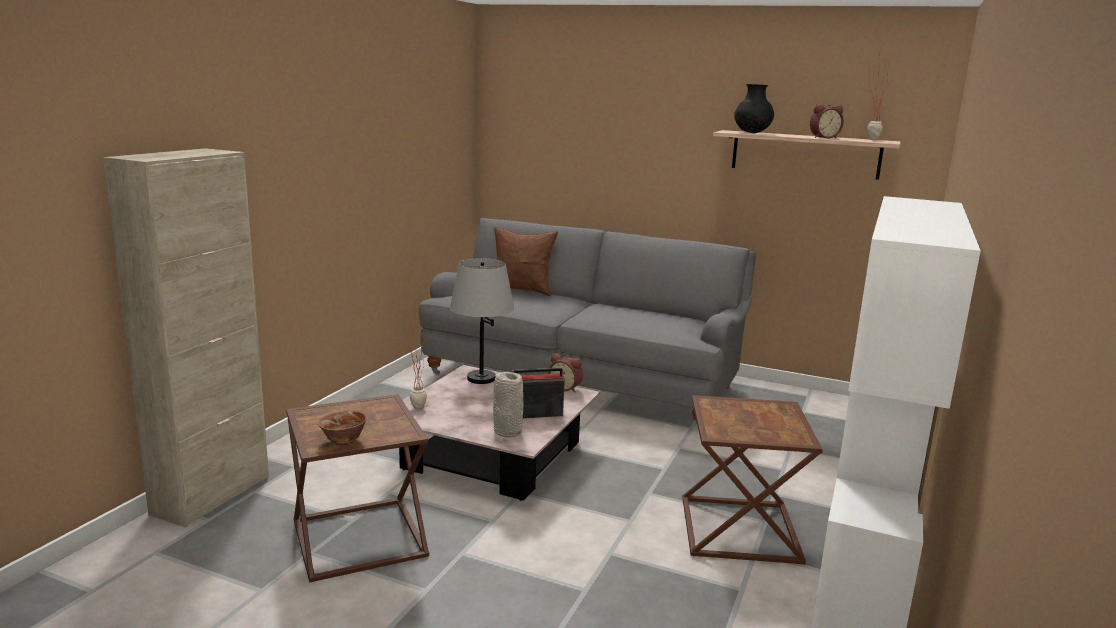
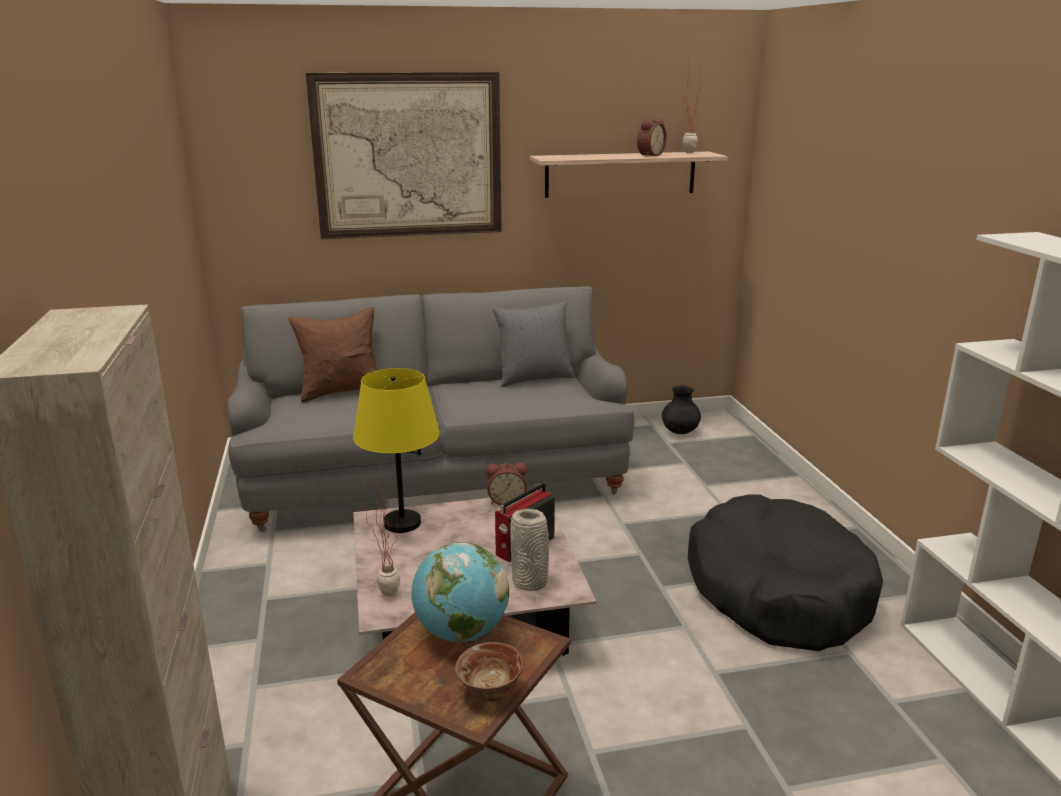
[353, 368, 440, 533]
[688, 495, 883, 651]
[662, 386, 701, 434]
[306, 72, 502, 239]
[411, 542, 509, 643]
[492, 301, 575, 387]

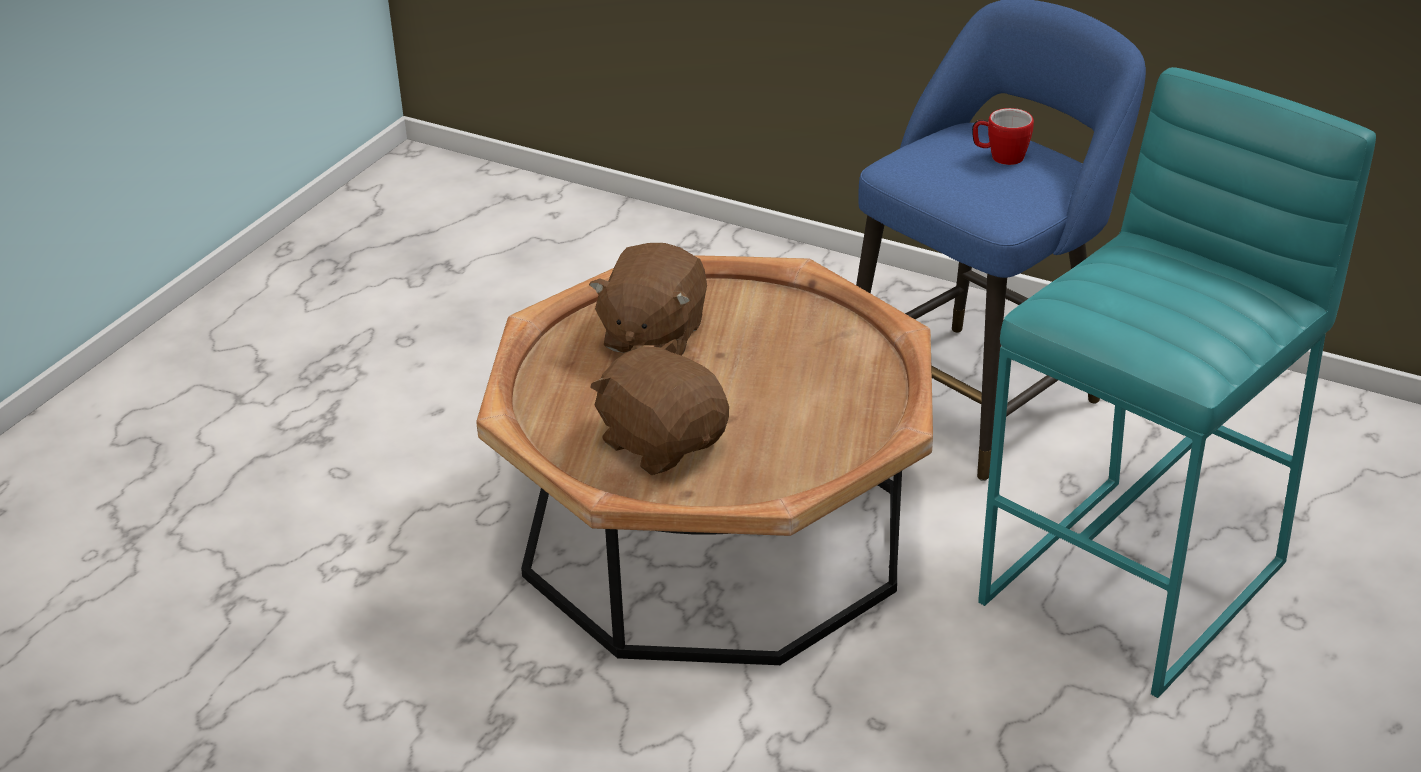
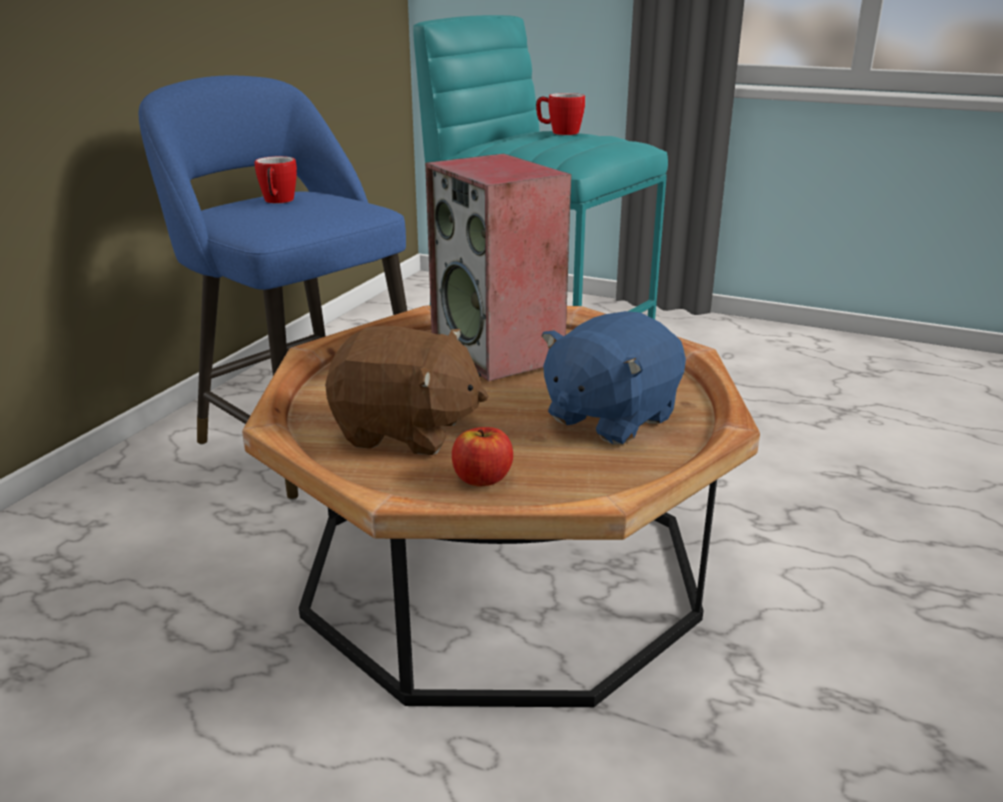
[541, 311, 686, 444]
[425, 154, 571, 381]
[452, 427, 513, 487]
[536, 93, 585, 135]

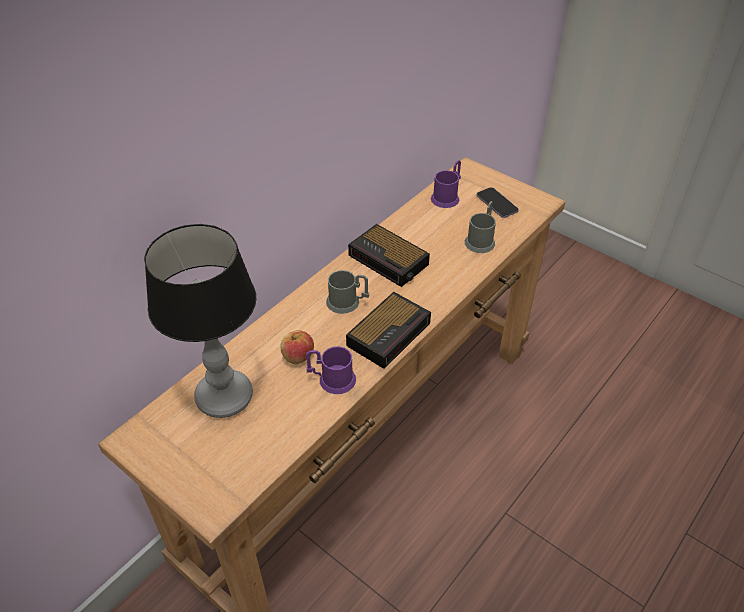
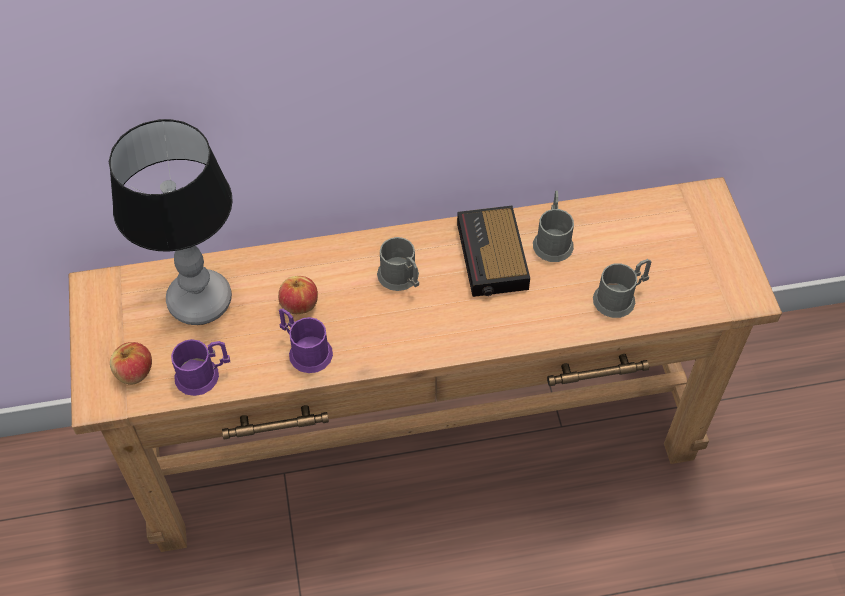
[346, 292, 431, 369] (first image)
[171, 339, 230, 396]
[476, 187, 519, 218] (first image)
[110, 342, 152, 385]
[533, 191, 574, 262]

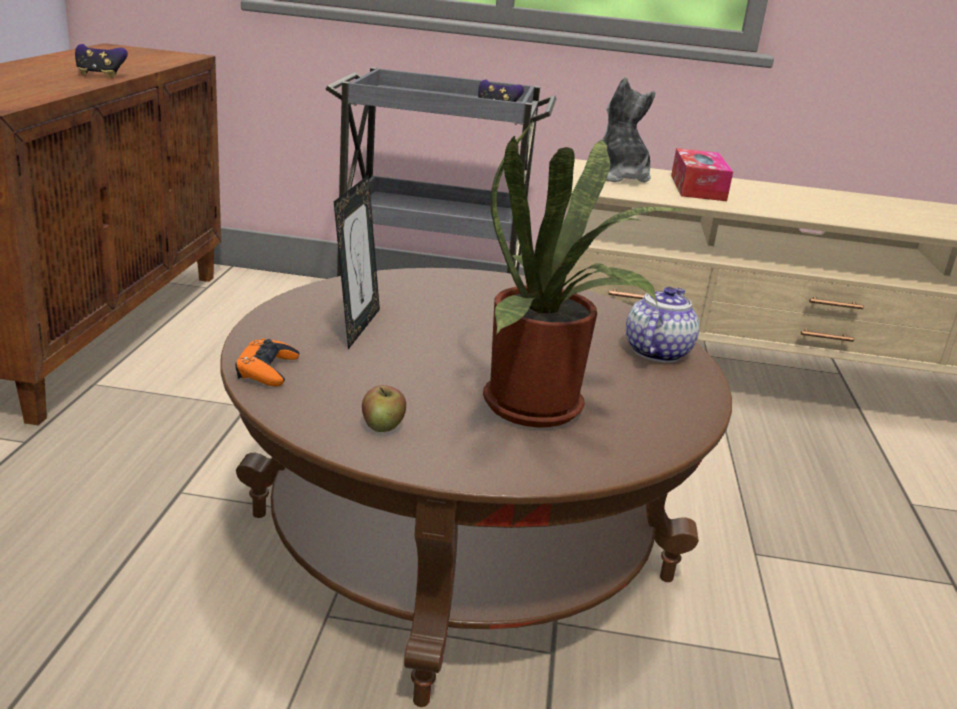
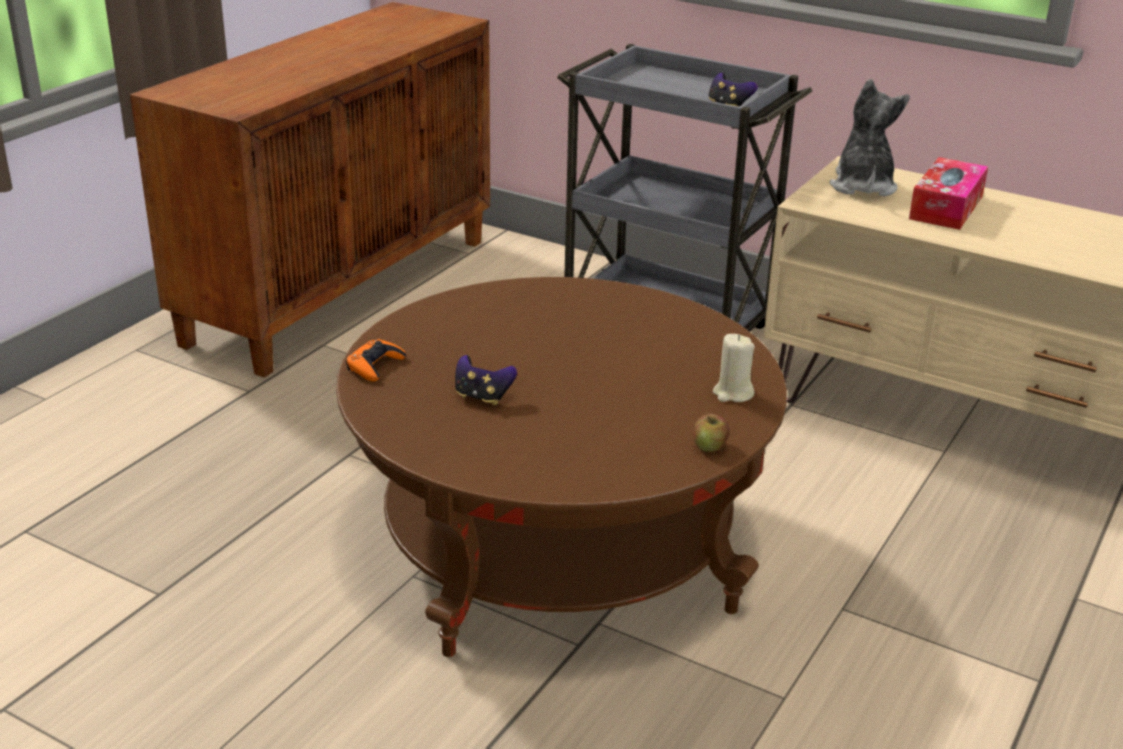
[455, 355, 517, 405]
[334, 175, 380, 349] (first image)
[694, 414, 730, 452]
[483, 121, 690, 428] (first image)
[713, 334, 755, 402]

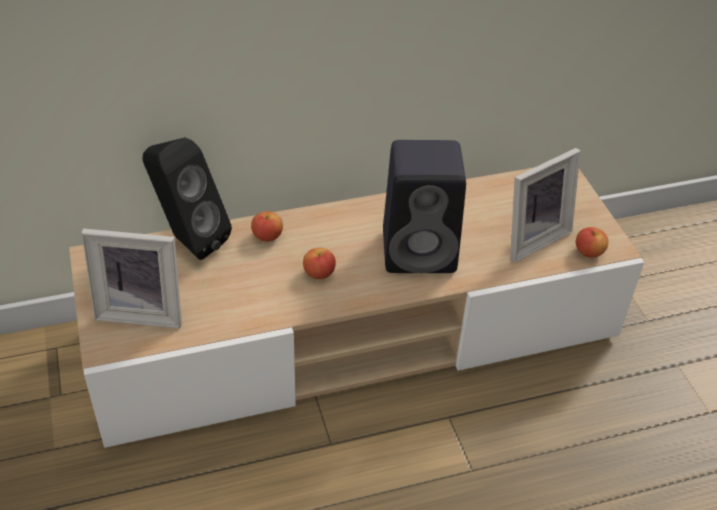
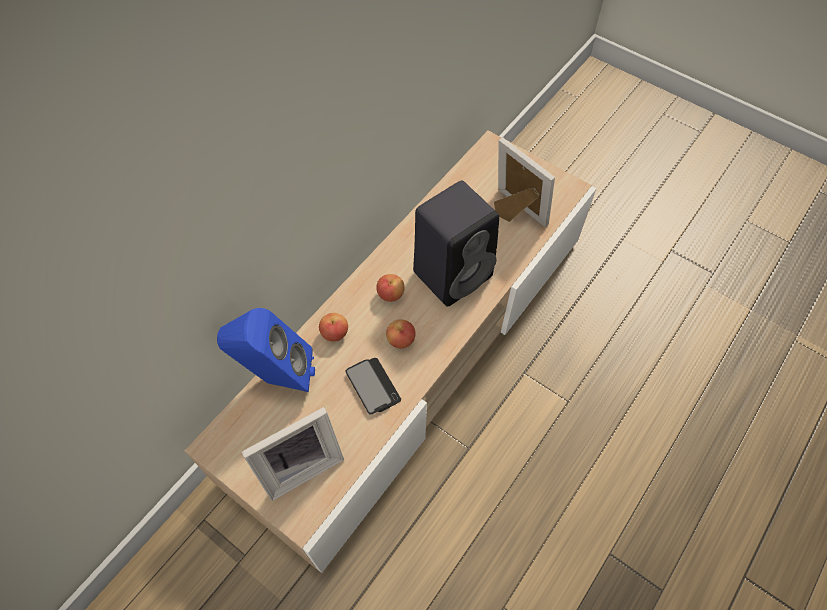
[217, 308, 315, 392]
[494, 137, 555, 228]
[376, 274, 405, 302]
[345, 358, 401, 414]

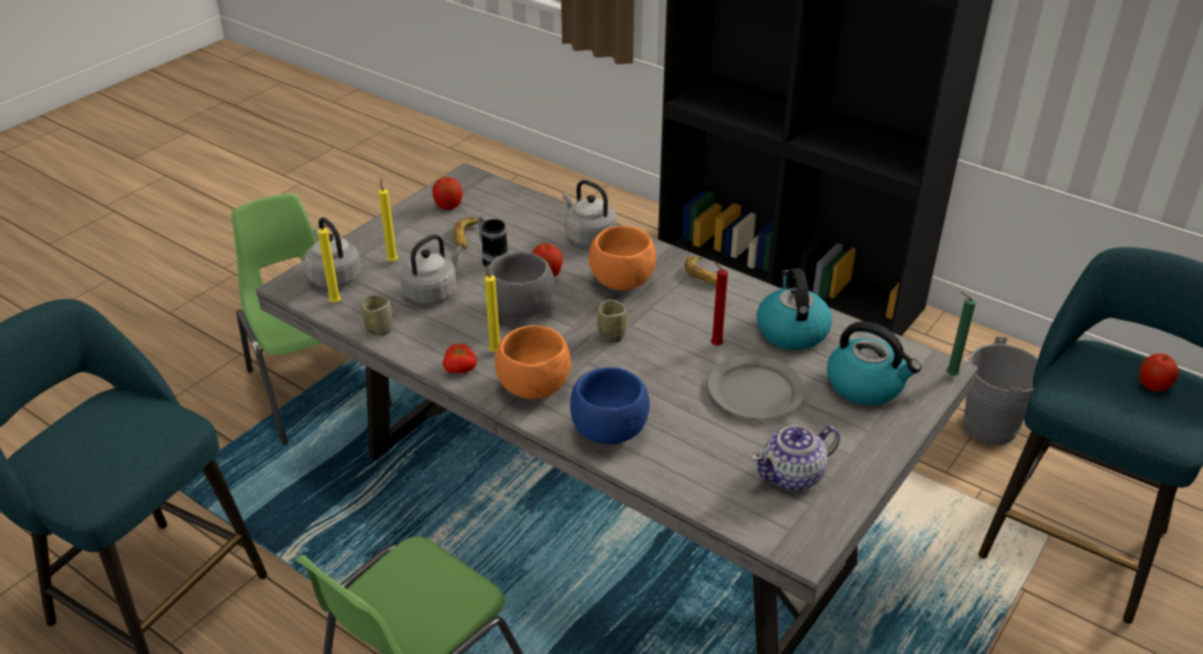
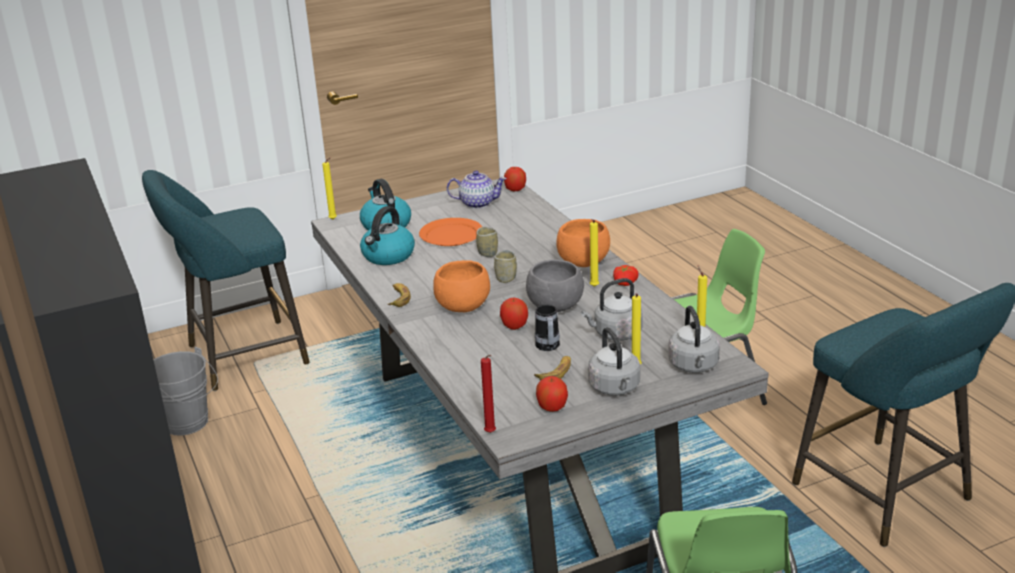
[476, 227, 498, 257]
[588, 327, 640, 396]
[570, 367, 650, 444] (first image)
[419, 218, 482, 246]
[481, 355, 496, 433]
[322, 158, 337, 219]
[504, 167, 526, 191]

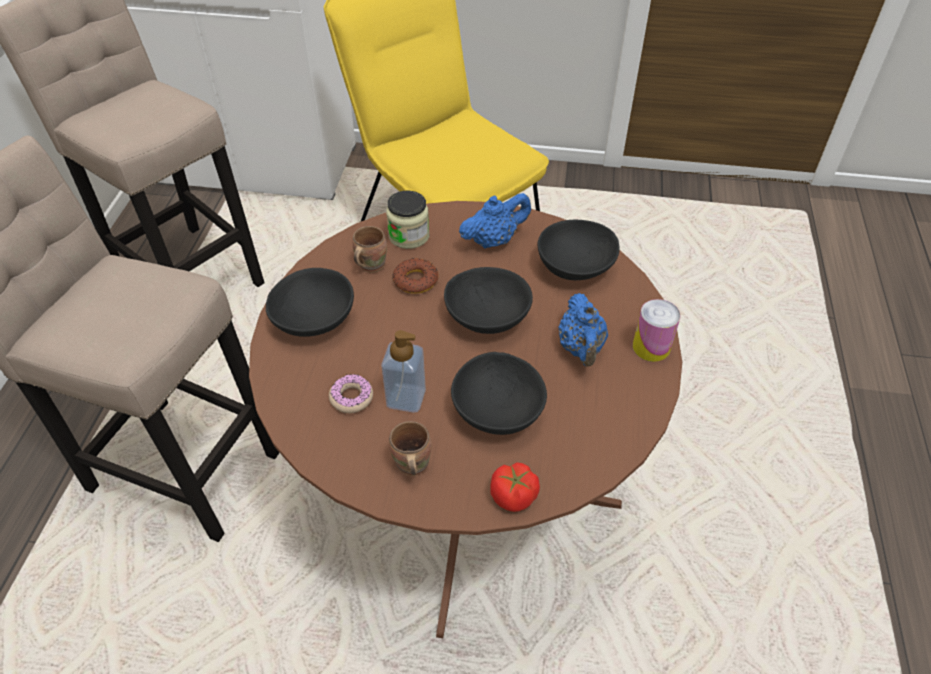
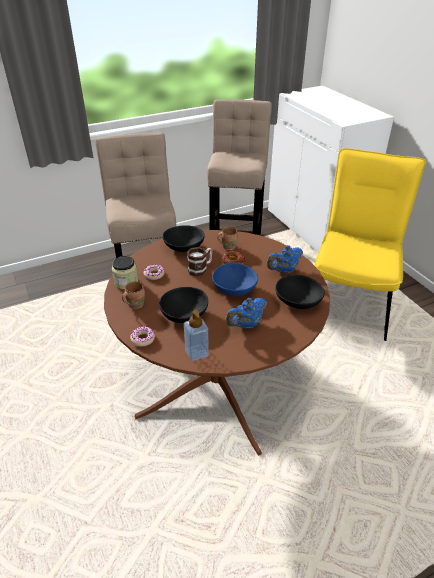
[184, 310, 209, 361]
[112, 256, 138, 289]
[212, 263, 258, 296]
[267, 245, 303, 274]
[130, 326, 155, 347]
[633, 299, 680, 362] (first image)
[187, 247, 212, 276]

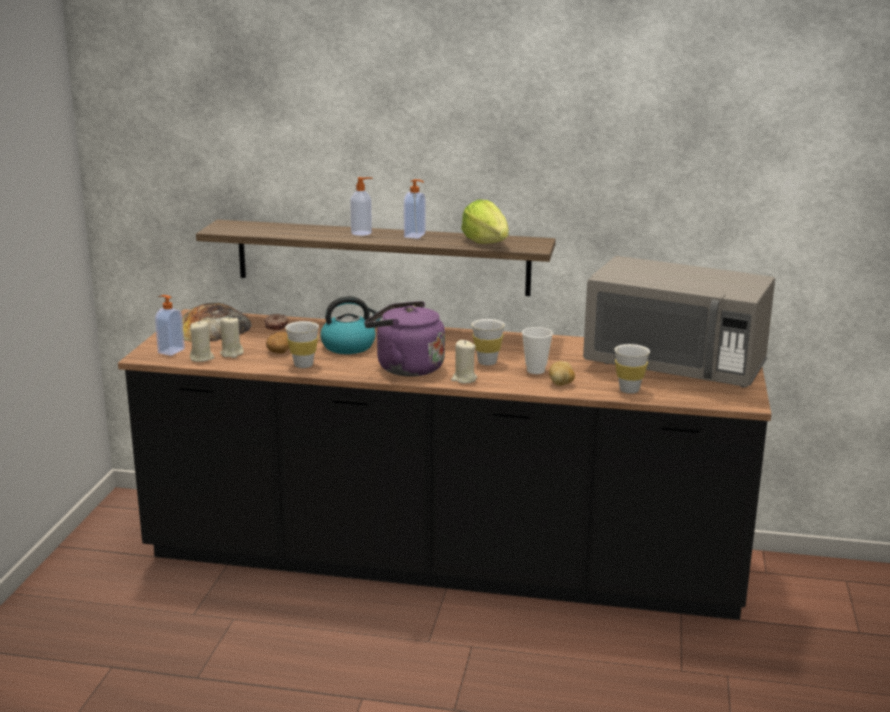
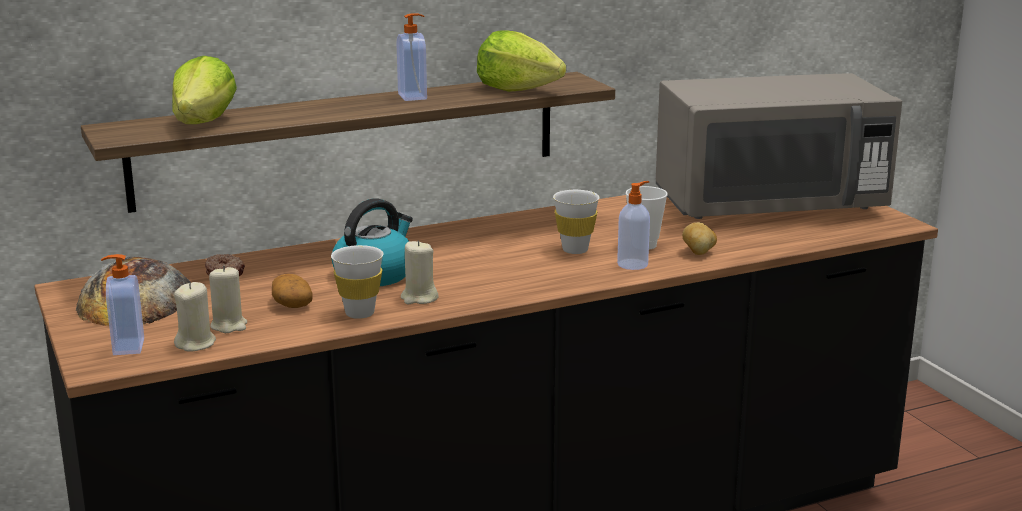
[617, 181, 650, 270]
[364, 301, 445, 376] (first image)
[401, 240, 439, 304]
[614, 344, 650, 394] (first image)
[172, 56, 237, 124]

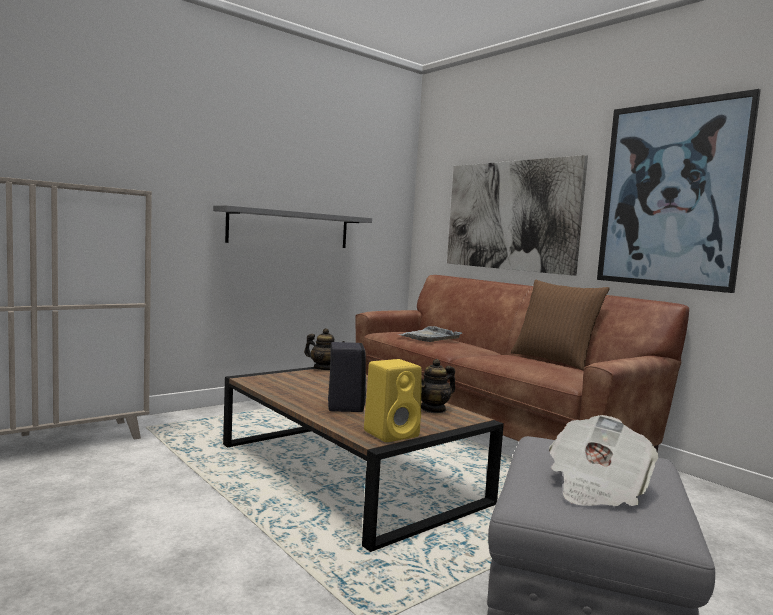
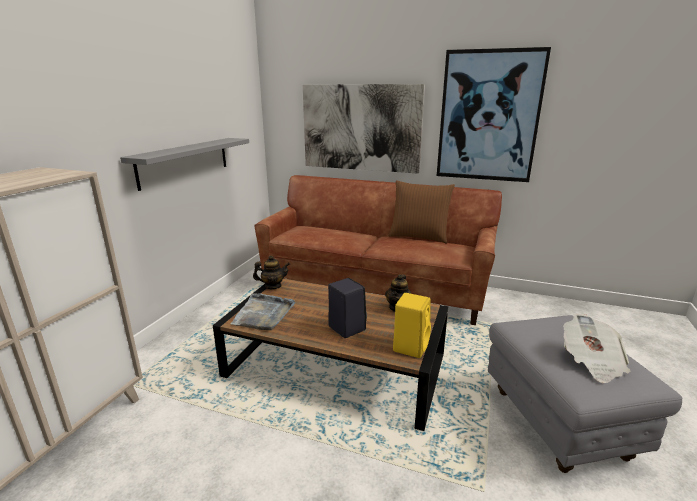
[231, 294, 295, 330]

